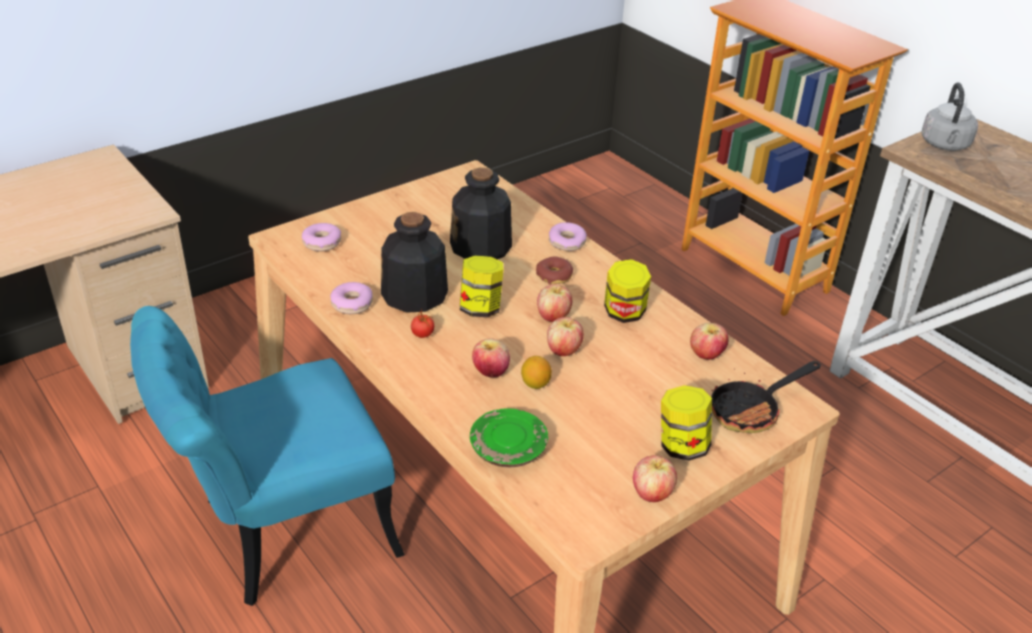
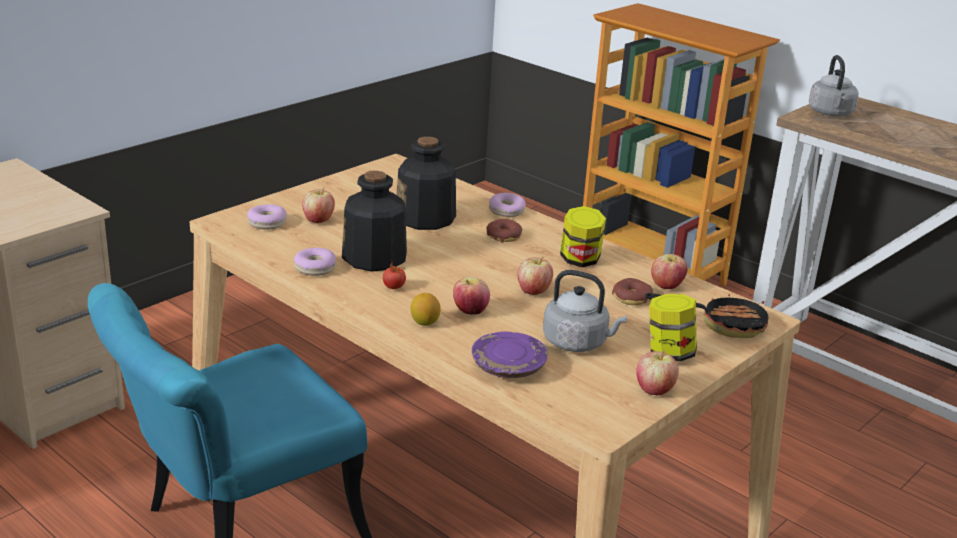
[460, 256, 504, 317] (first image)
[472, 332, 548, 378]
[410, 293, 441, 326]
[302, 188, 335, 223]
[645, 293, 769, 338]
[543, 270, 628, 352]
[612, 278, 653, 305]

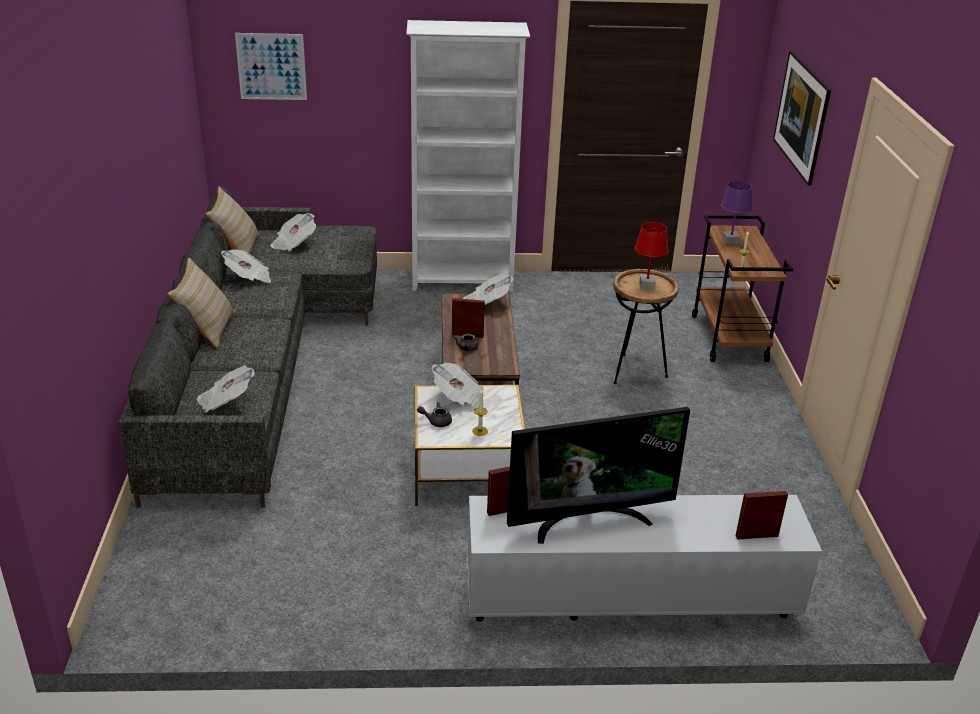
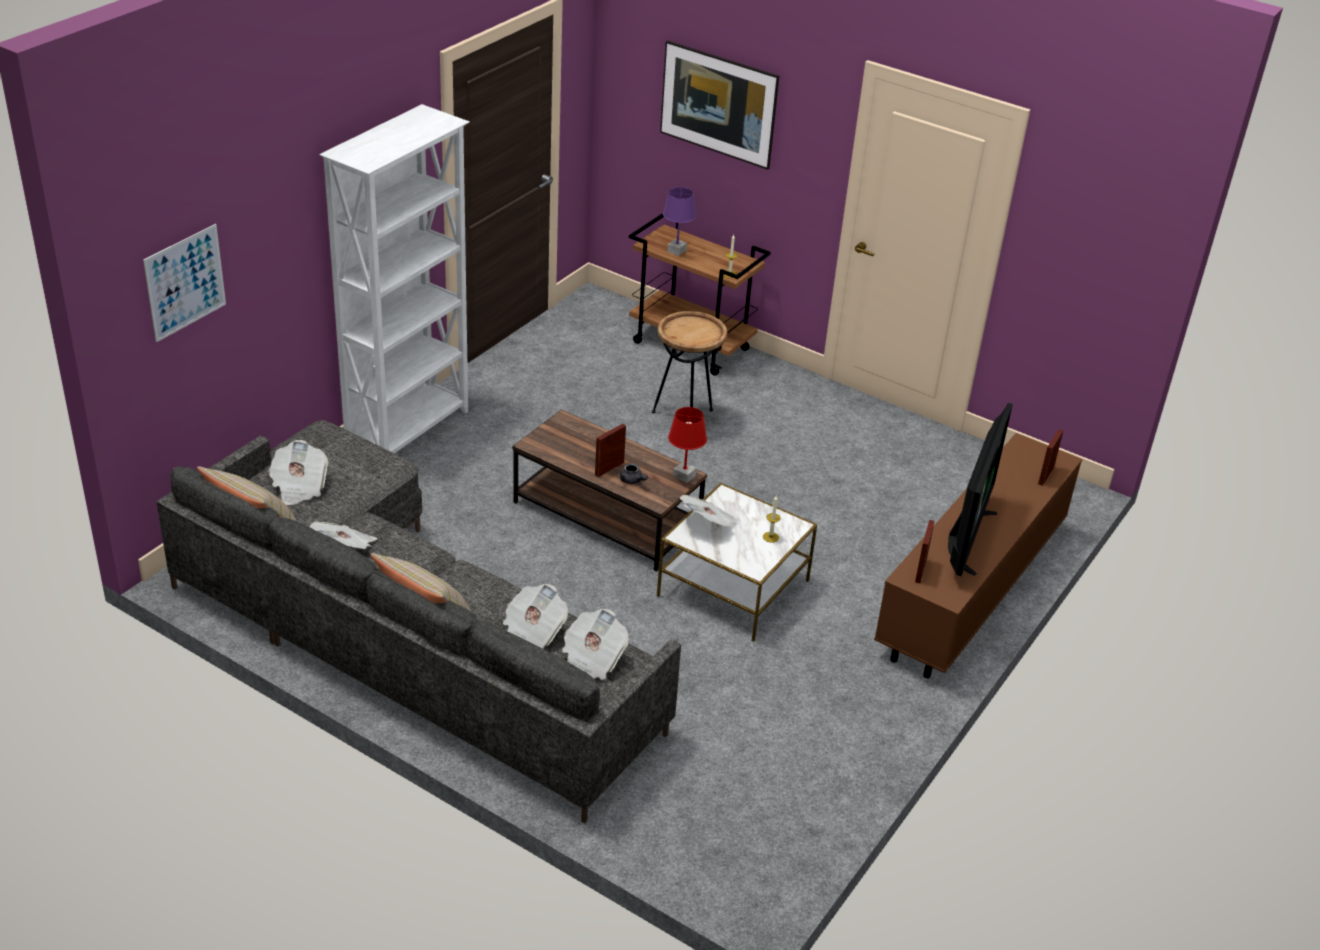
[417, 402, 452, 427] (first image)
[503, 584, 568, 649]
[874, 433, 1082, 678]
[668, 407, 707, 483]

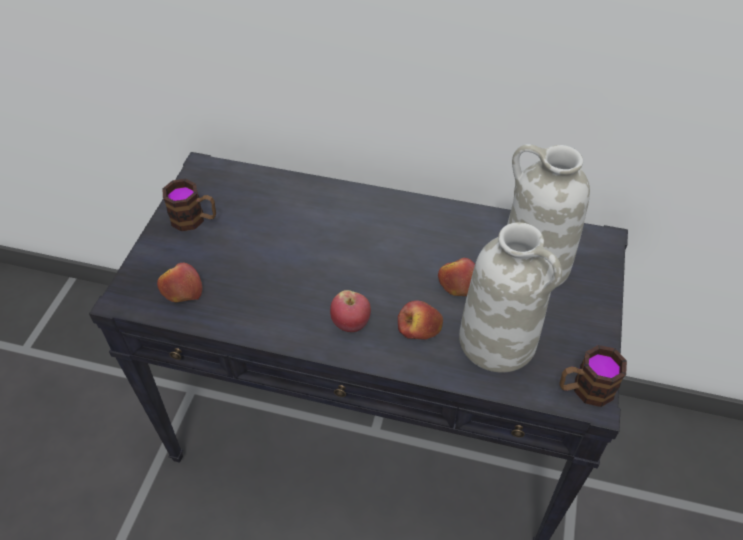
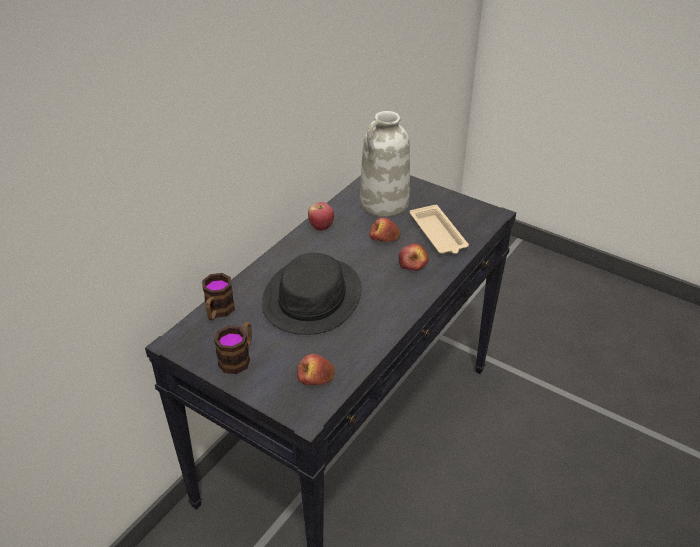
[308, 202, 334, 231]
[410, 205, 469, 254]
[202, 273, 235, 320]
[262, 253, 362, 335]

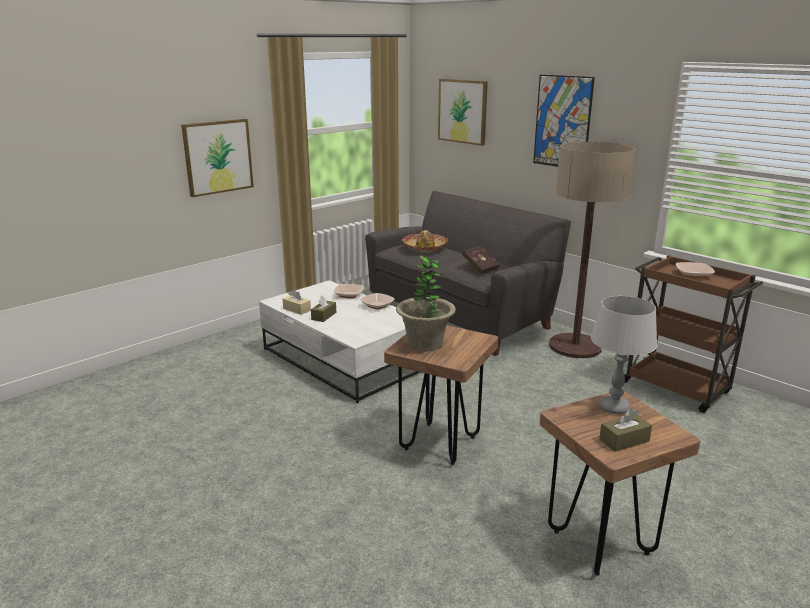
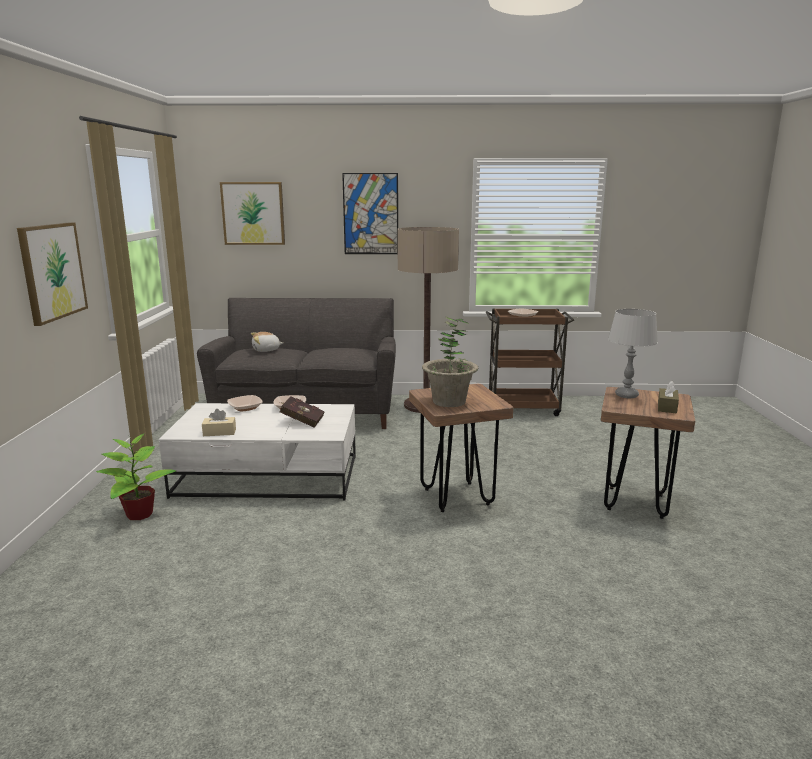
[311, 295, 336, 322] (first image)
[251, 332, 283, 352]
[280, 396, 325, 428]
[96, 433, 176, 520]

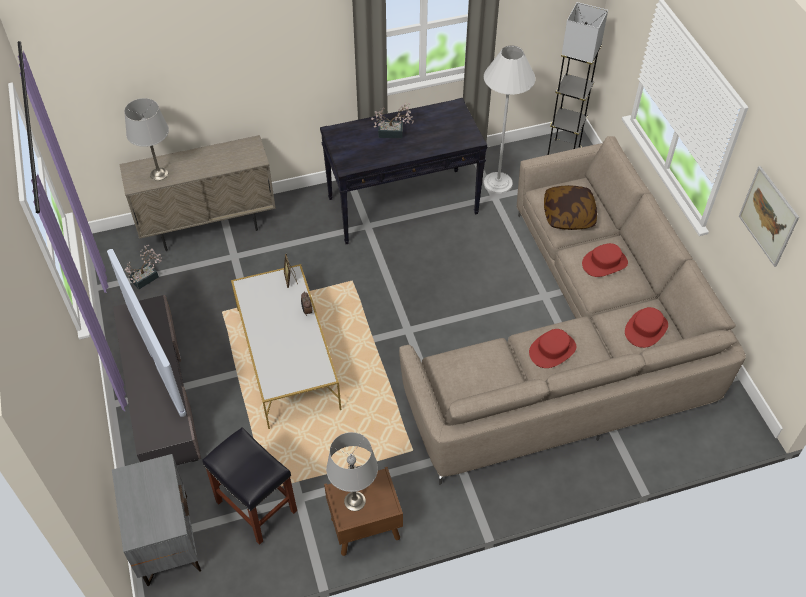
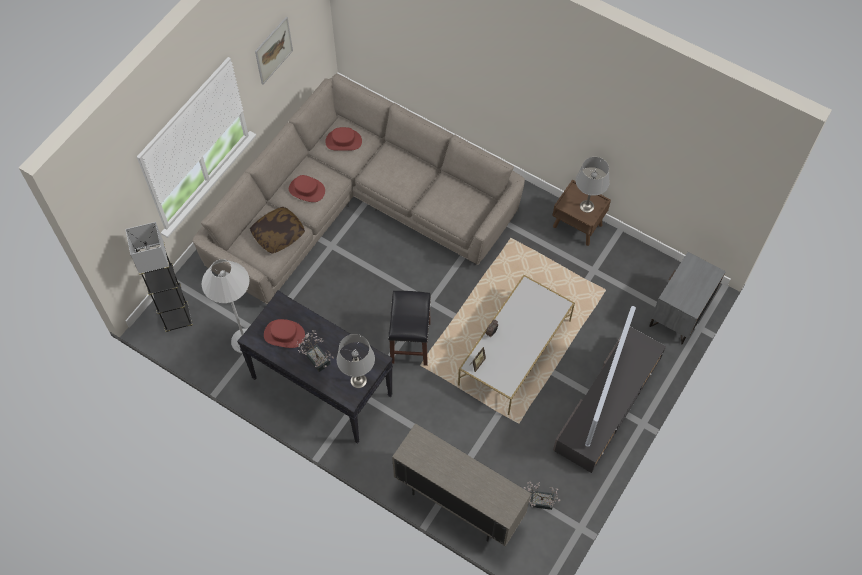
[337, 334, 375, 388]
[388, 291, 431, 366]
[264, 319, 305, 348]

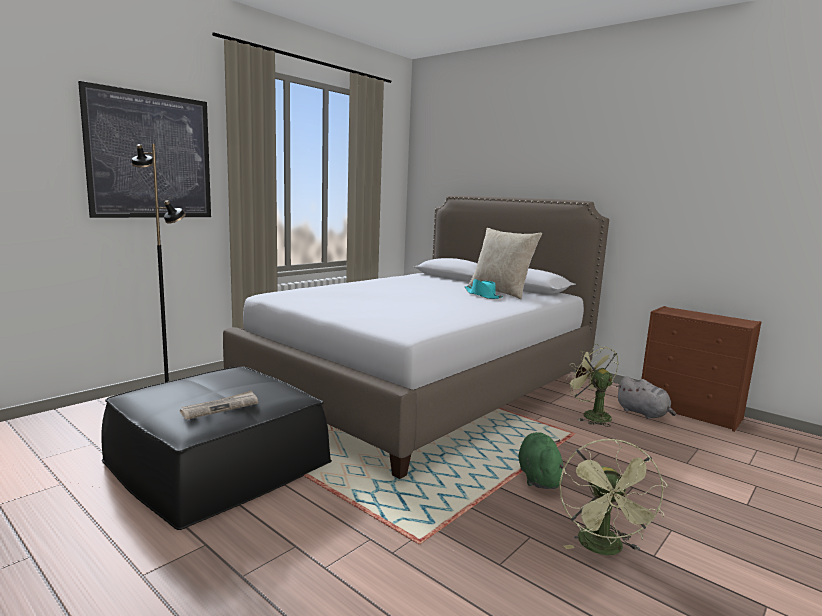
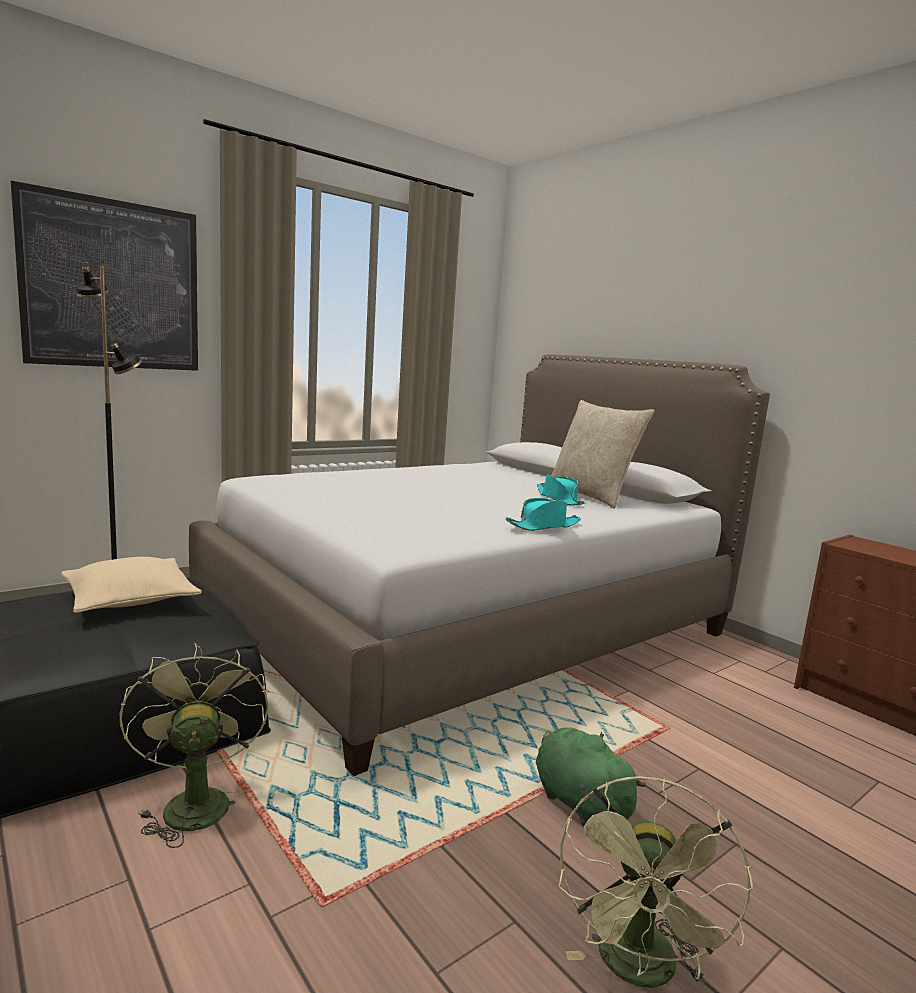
[180, 390, 258, 420] (first image)
[536, 728, 647, 827]
[120, 643, 269, 848]
[616, 376, 676, 419] (first image)
[61, 557, 202, 613]
[506, 498, 581, 531]

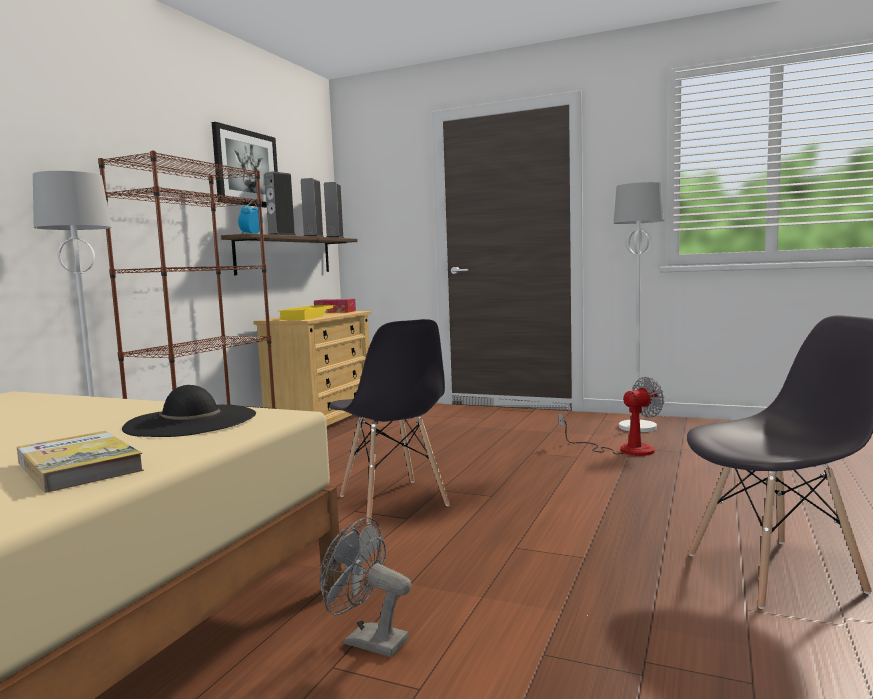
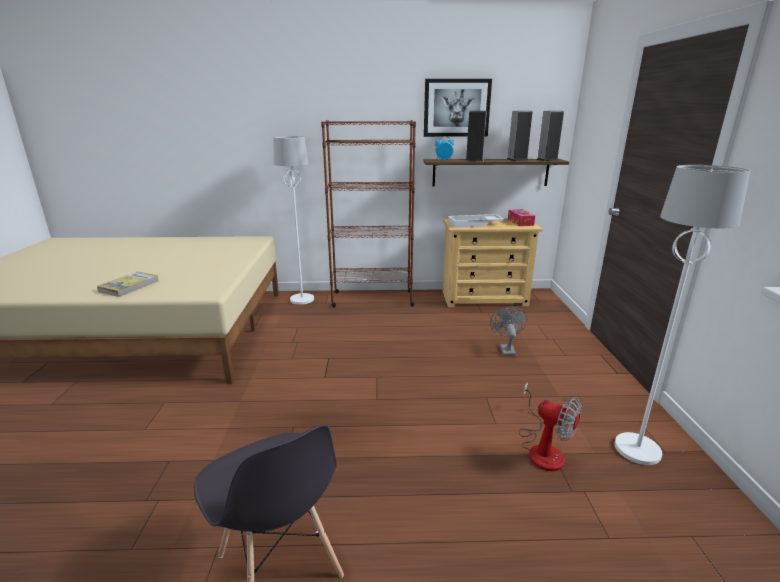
[122, 385, 256, 437] (first image)
[448, 214, 504, 228]
[490, 307, 527, 356]
[329, 319, 450, 524] (first image)

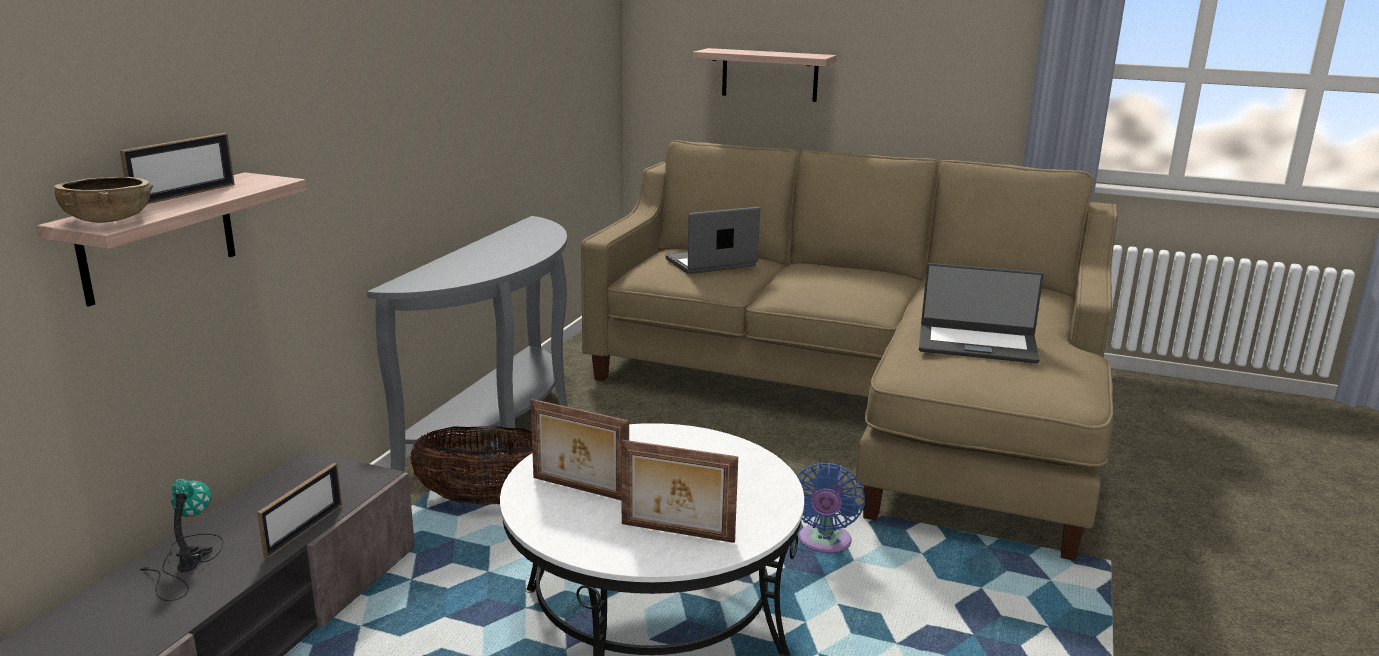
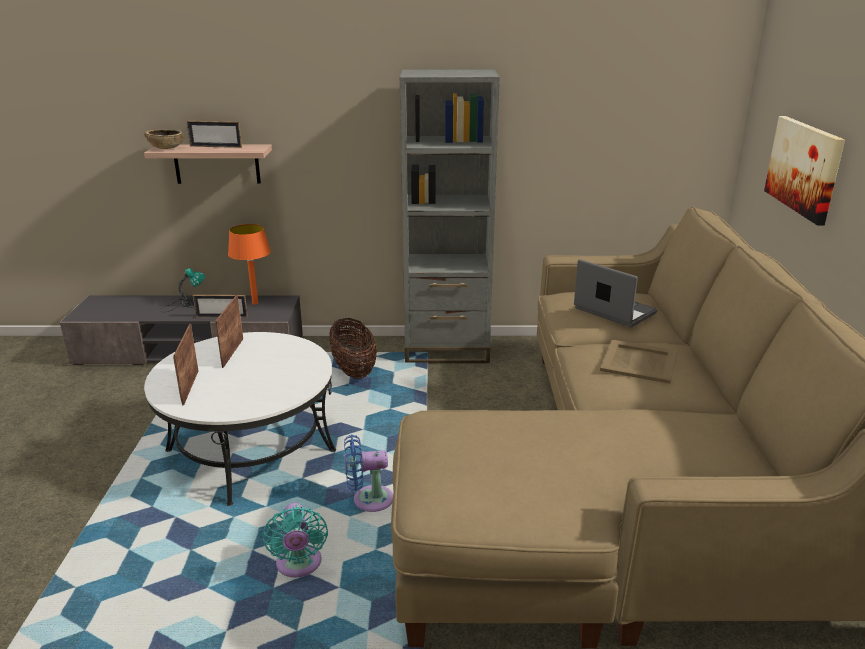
[400, 69, 500, 363]
[764, 116, 845, 225]
[919, 263, 1044, 363] (first image)
[228, 224, 271, 305]
[262, 503, 328, 577]
[600, 340, 678, 384]

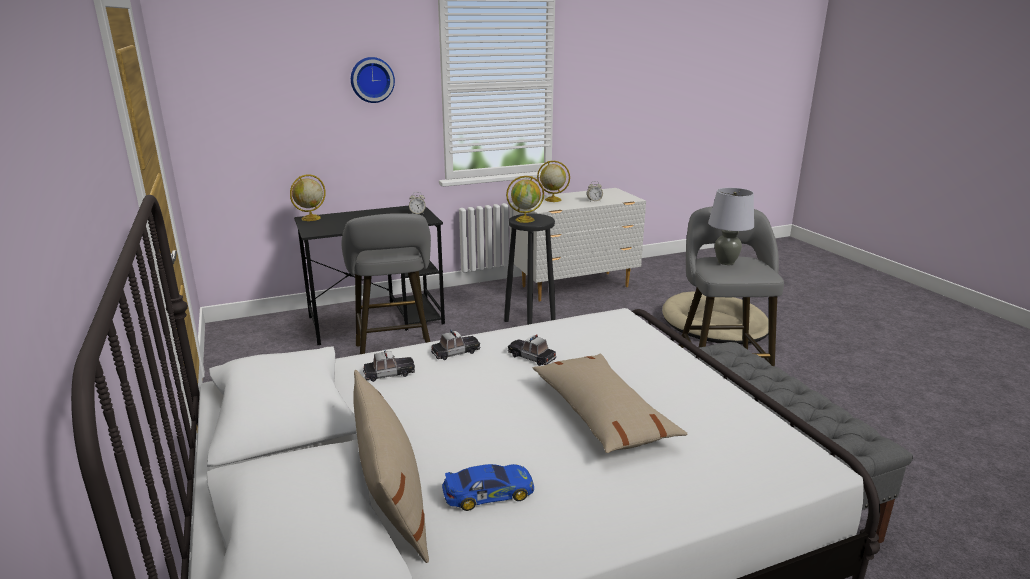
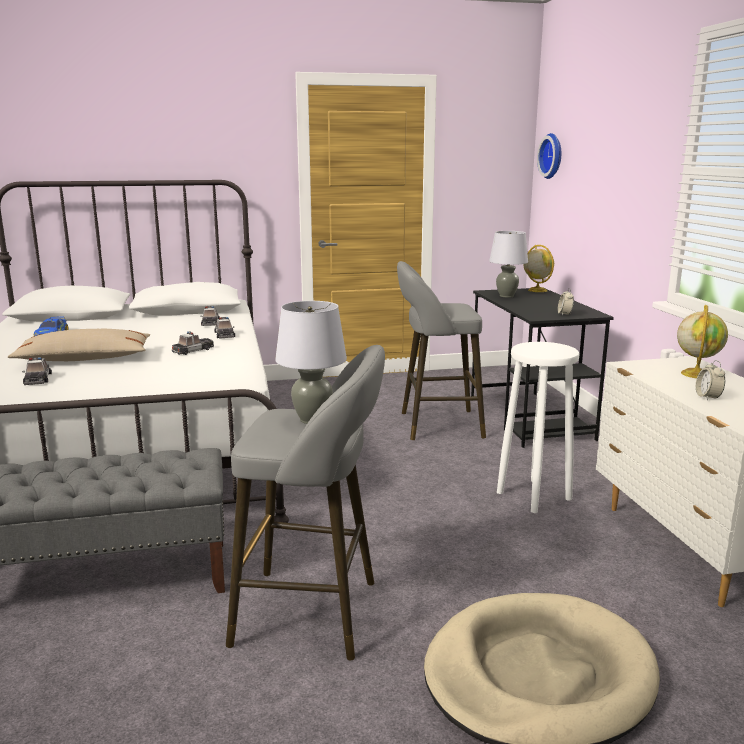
[537, 133, 561, 179]
[353, 370, 429, 563] (first image)
[497, 342, 579, 513]
[506, 176, 544, 223] (first image)
[22, 357, 52, 385]
[489, 231, 528, 298]

